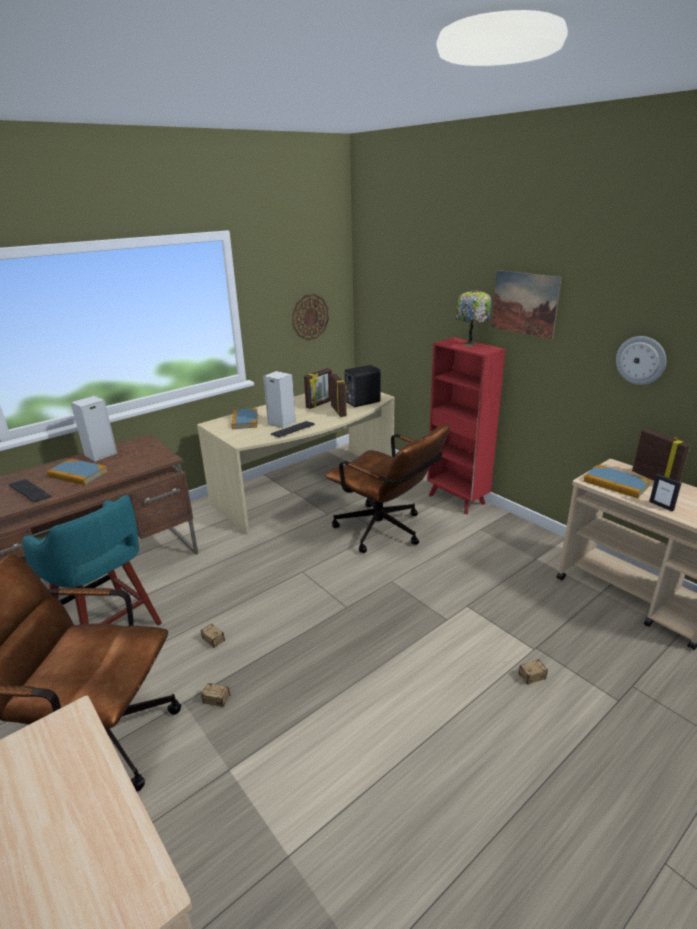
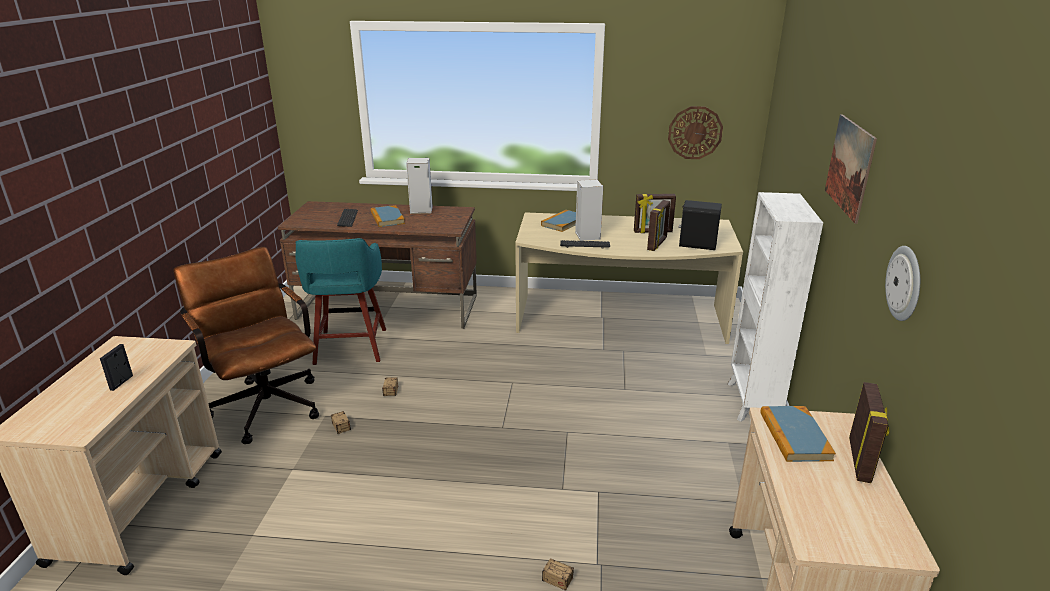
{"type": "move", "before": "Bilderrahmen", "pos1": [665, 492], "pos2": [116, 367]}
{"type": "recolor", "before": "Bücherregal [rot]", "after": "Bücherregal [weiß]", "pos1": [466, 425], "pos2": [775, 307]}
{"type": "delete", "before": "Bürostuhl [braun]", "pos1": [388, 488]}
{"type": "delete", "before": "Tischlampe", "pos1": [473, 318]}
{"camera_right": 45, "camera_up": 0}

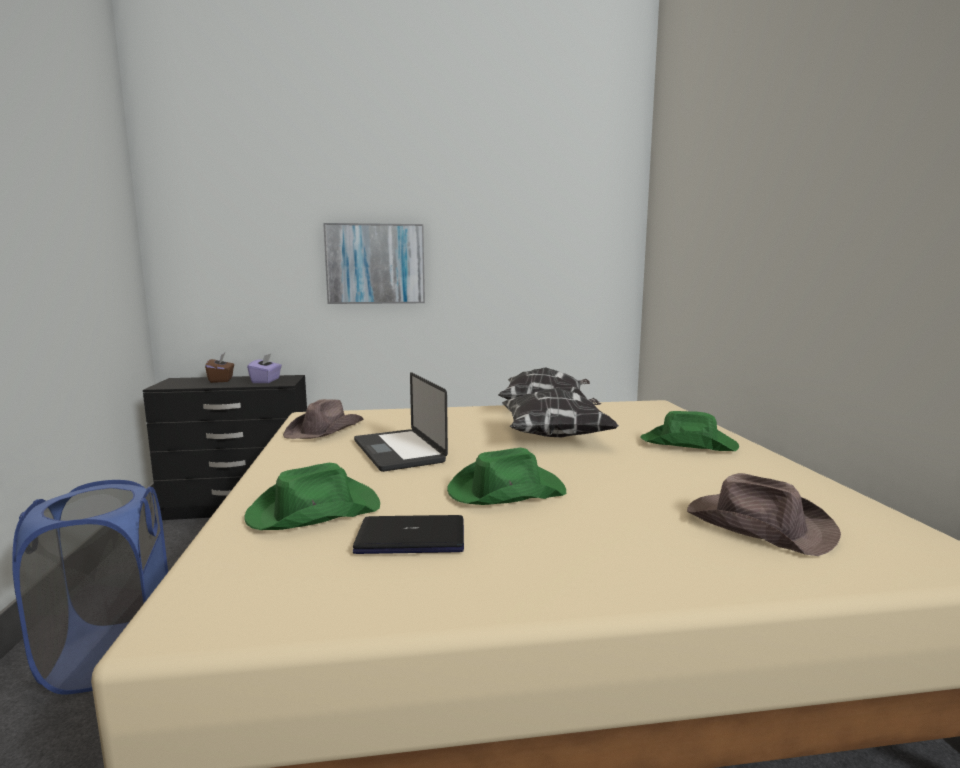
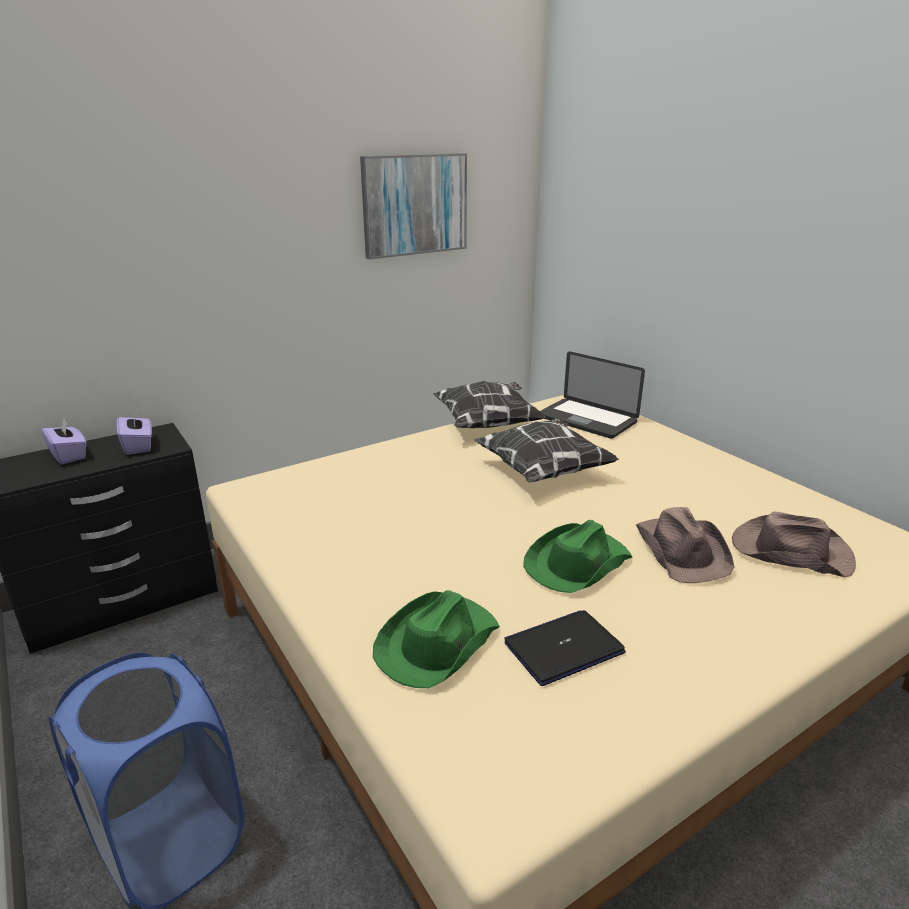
{"type": "recolor", "before": "Taschentuchbox [braun]", "after": "Taschentuchbox [lila]", "pos1": [219, 368], "pos2": [63, 441]}
{"type": "move", "before": "Bild", "pos1": [374, 263], "pos2": [413, 206]}
{"type": "move", "before": "Laptop", "pos1": [401, 422], "pos2": [592, 395]}
{"type": "move", "before": "Hut [braun]", "pos1": [323, 419], "pos2": [685, 545]}
{"type": "delete", "before": "Hut [grün]", "pos1": [689, 431]}
{"camera_right": -25, "camera_up": 15}

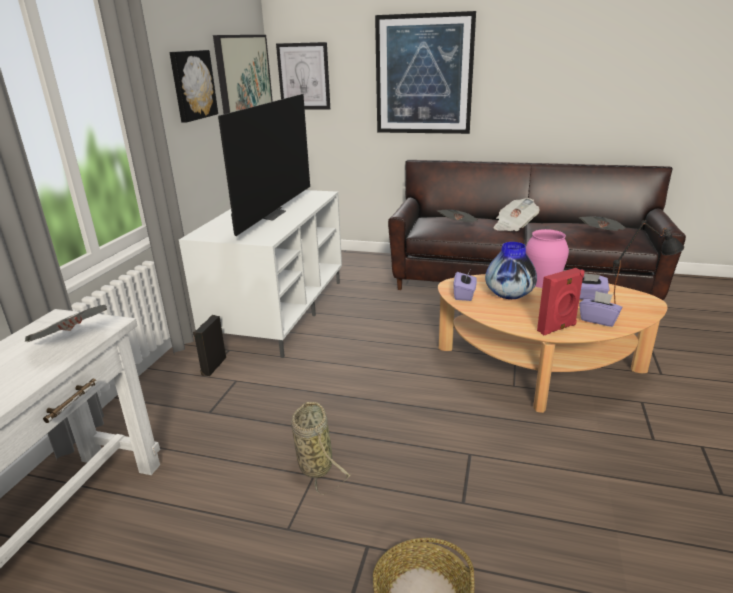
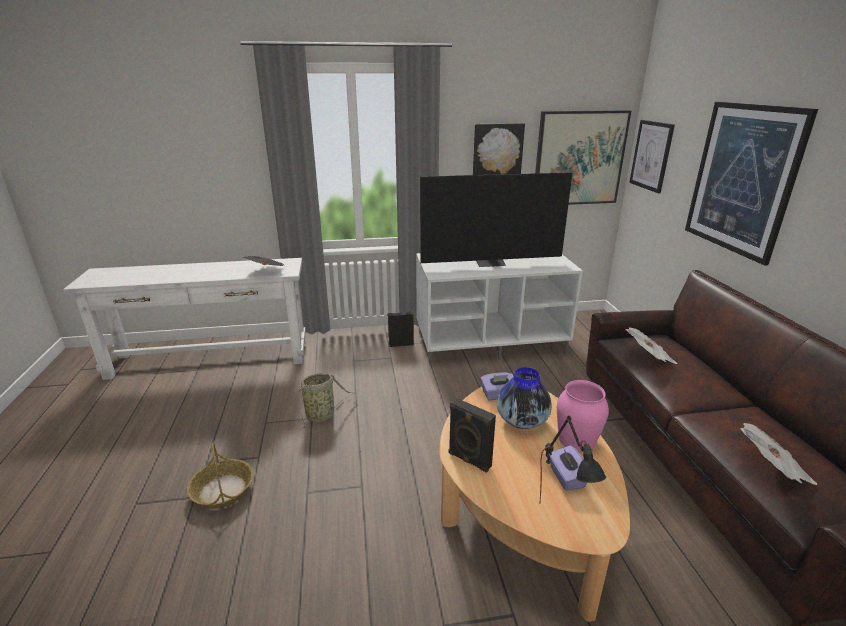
{"type": "recolor", "before": "Lautsprecher [rot]", "after": "Lautsprecher [schwarz]", "pos1": [560, 301], "pos2": [472, 435]}
{"type": "delete", "before": "Zeitung", "pos1": [516, 214]}
{"type": "delete", "before": "Taschentuchbox [lila]", "pos1": [600, 309]}
{"camera_right": 65, "camera_up": 0}

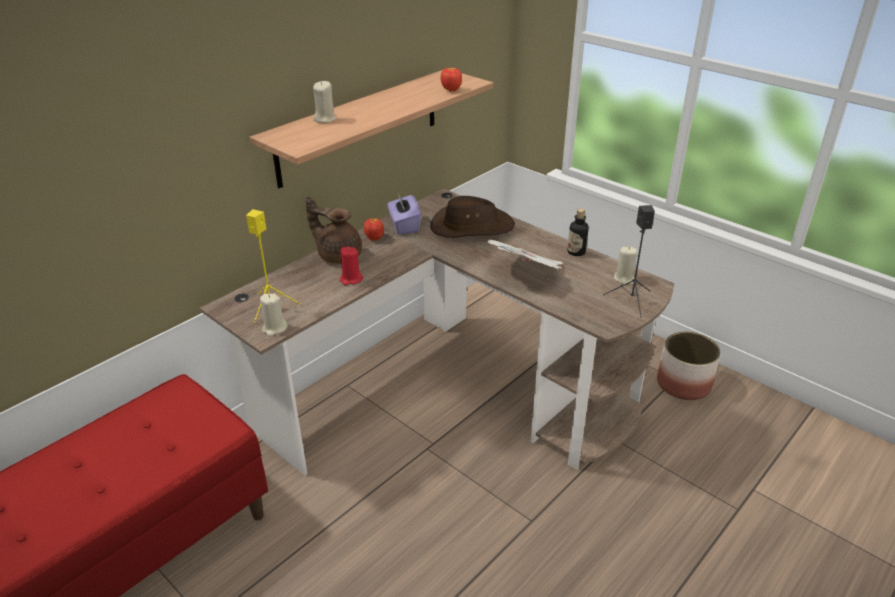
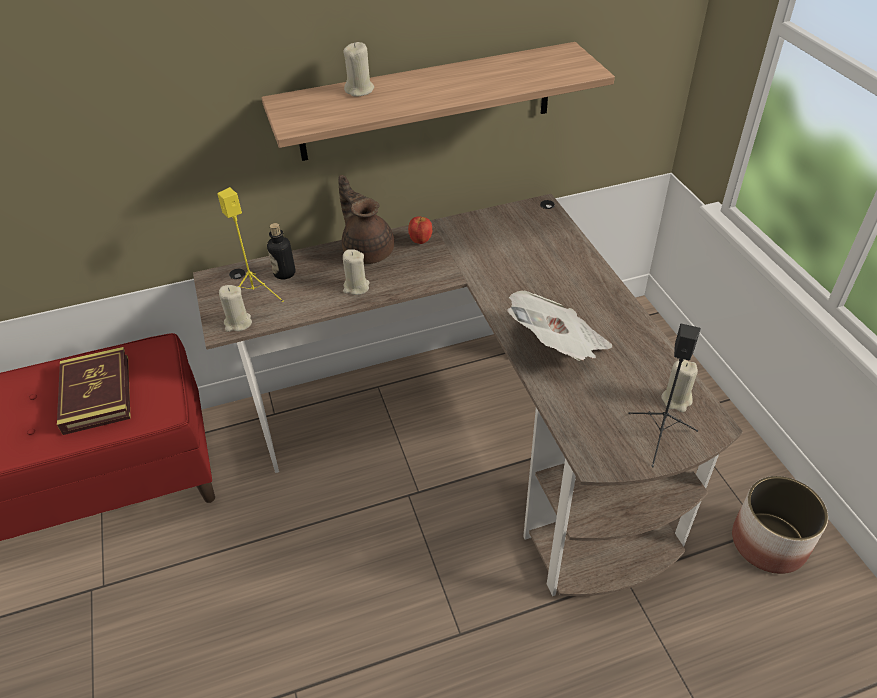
{"type": "insert", "after": "Buch", "pos2": [94, 391]}
{"type": "move", "before": "Flasche", "pos1": [578, 232], "pos2": [281, 251]}
{"type": "recolor", "before": "Kerze [rot]", "after": "Kerze [beige]", "pos1": [351, 266], "pos2": [356, 272]}
{"type": "delete", "before": "Taschentuchbox [lila]", "pos1": [404, 214]}
{"type": "delete", "before": "Hut [braun]", "pos1": [472, 217]}
{"type": "delete", "before": "Apfel", "pos1": [451, 80]}
{"camera_right": 30, "camera_up": 10}

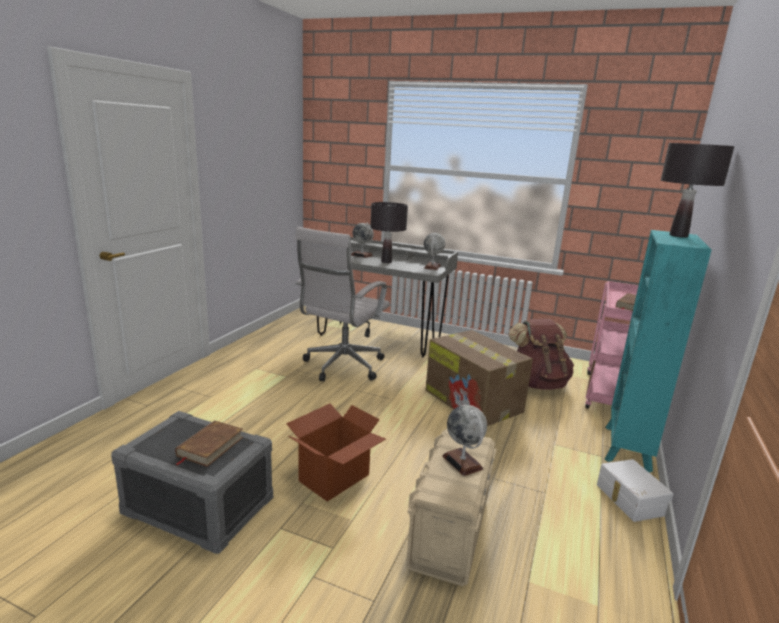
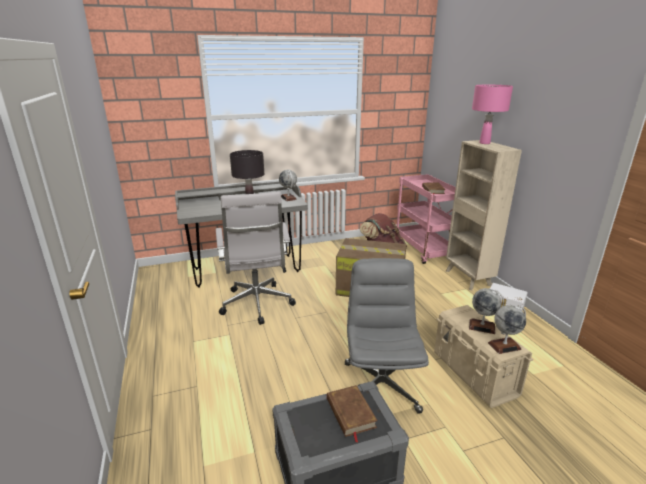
{"type": "replace", "before": "Karton", "after": "Bürostuhl [grau]", "pos1": [336, 452], "pos2": [387, 336]}
{"type": "recolor", "before": "Bücherregal [türkis]", "after": "Bücherregal [beige]", "pos1": [658, 351], "pos2": [484, 215]}
{"type": "recolor", "before": "Tischlampe [schwarz]", "after": "Tischlampe [rosa]", "pos1": [697, 190], "pos2": [492, 114]}
{"type": "move", "before": "Globus", "pos1": [362, 240], "pos2": [507, 329]}
{"camera_right": -40, "camera_up": 5}

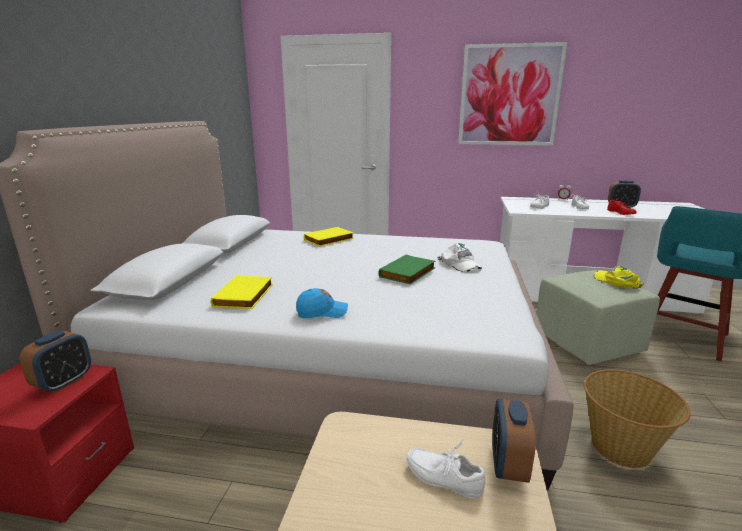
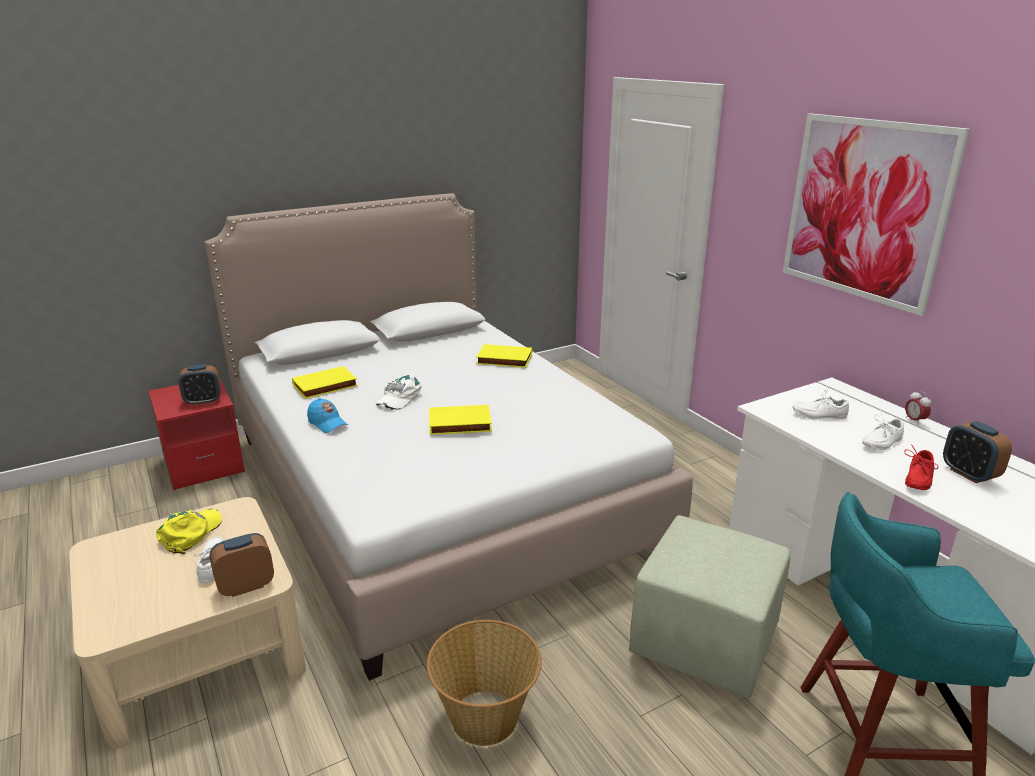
{"type": "move", "before": "Kappe [gelb]", "pos1": [618, 277], "pos2": [189, 531]}
{"type": "move", "before": "Kappe [weiß]", "pos1": [459, 257], "pos2": [399, 392]}
{"type": "recolor", "before": "Buch [grün]", "after": "Buch [gelb]", "pos1": [407, 269], "pos2": [460, 420]}
{"camera_right": 50, "camera_up": 5}

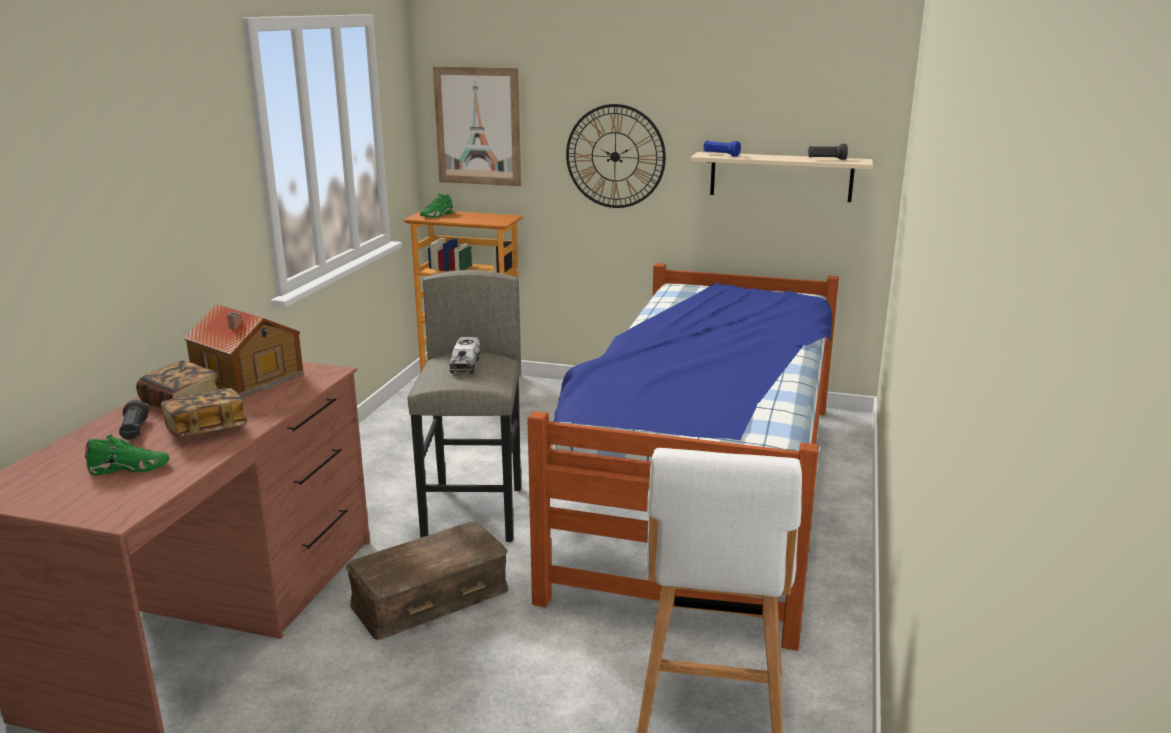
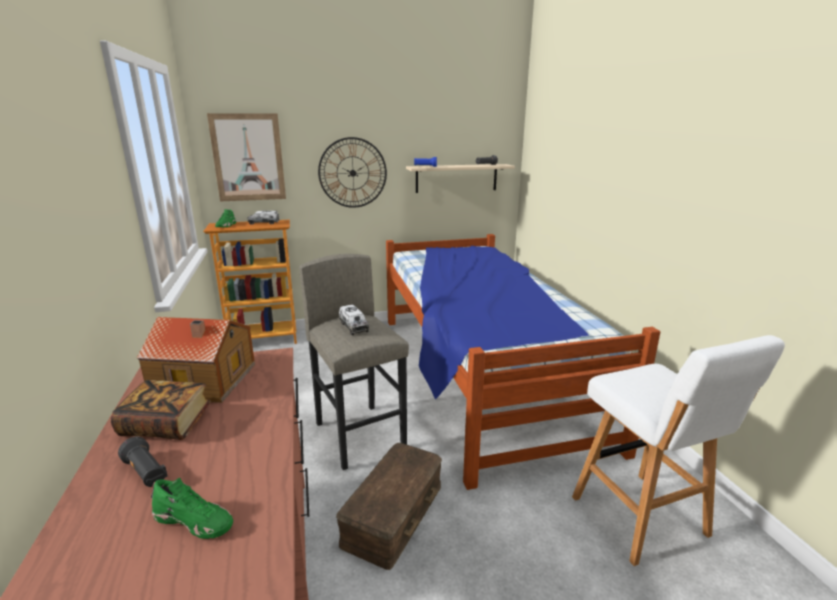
{"type": "rotate", "before": "Schuh [grün]", "pos1": [127, 454], "pos2": [192, 508], "turn": 60}
{"type": "insert", "after": "Spielzeuglaster", "pos2": [263, 218]}
{"type": "delete", "before": "Buch", "pos1": [204, 412]}
{"camera_right": -30, "camera_up": 0}

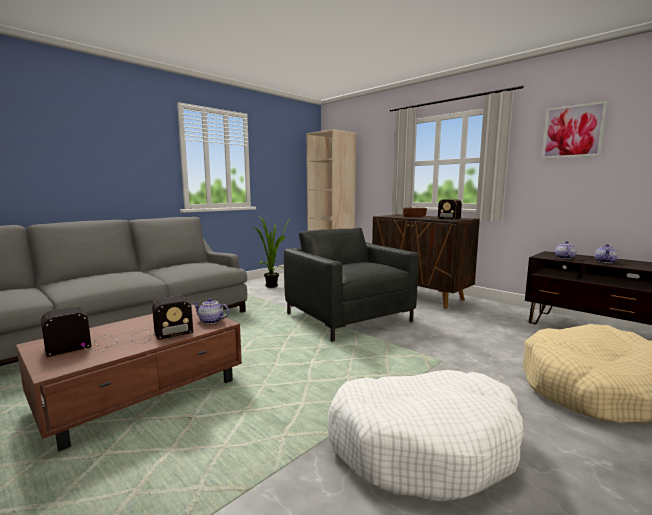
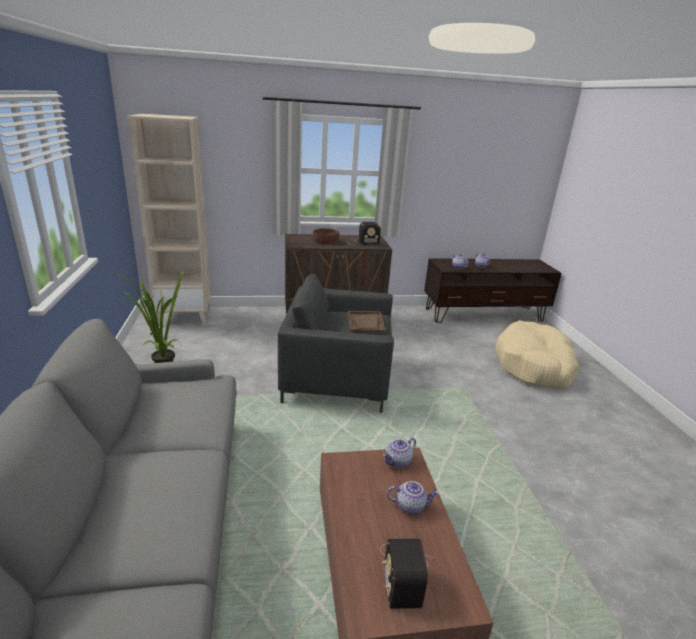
{"type": "insert", "after": "Tablett [braun]", "pos2": [367, 322]}
{"type": "replace", "before": "Radio", "after": "Teekanne", "pos1": [162, 320], "pos2": [413, 497]}
{"type": "delete", "before": "Hundebett [weiß]", "pos1": [426, 436]}
{"type": "delete", "before": "Bild", "pos1": [574, 130]}
{"camera_right": -55, "camera_up": 15}

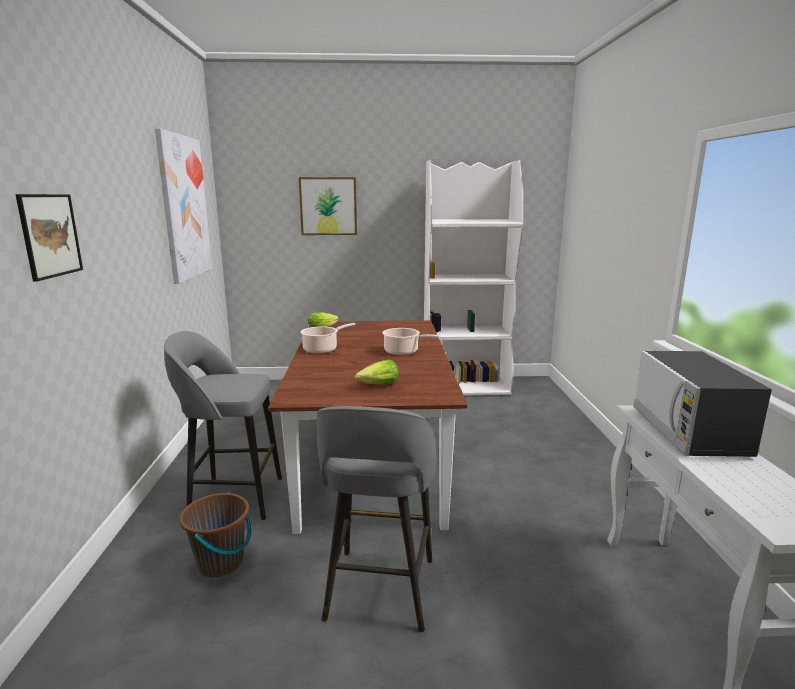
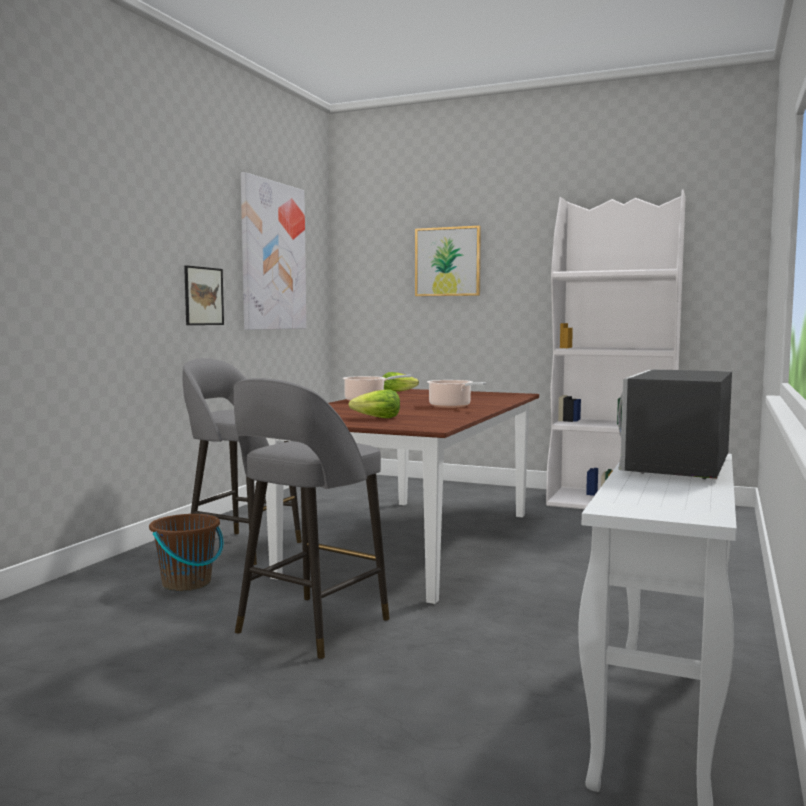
{"type": "move", "before": "Bild", "pos1": [49, 238], "pos2": [204, 295]}
{"camera_right": 25, "camera_up": -10}

